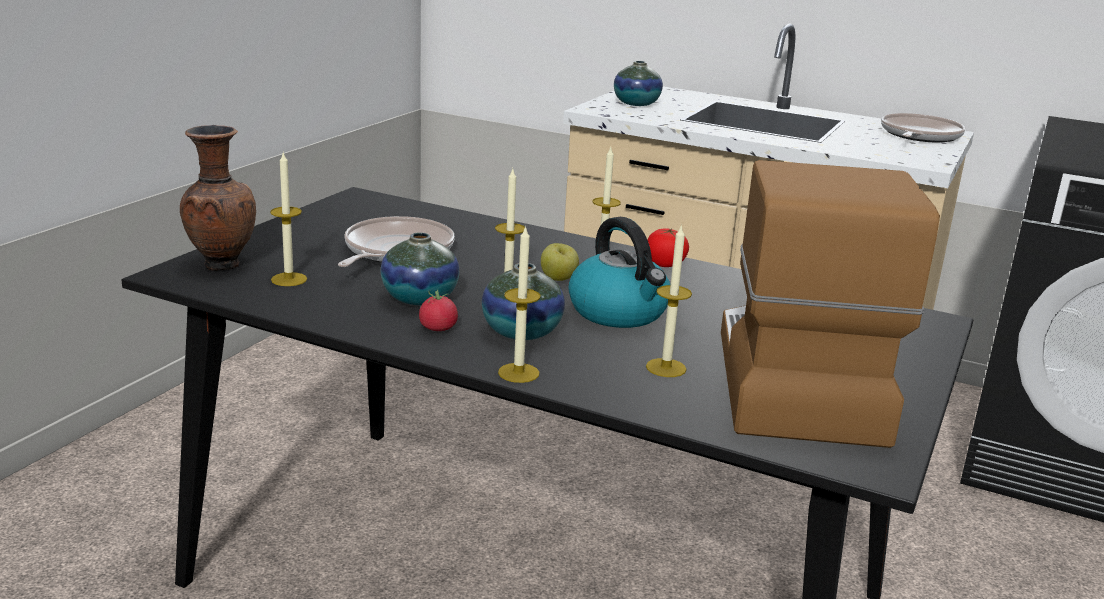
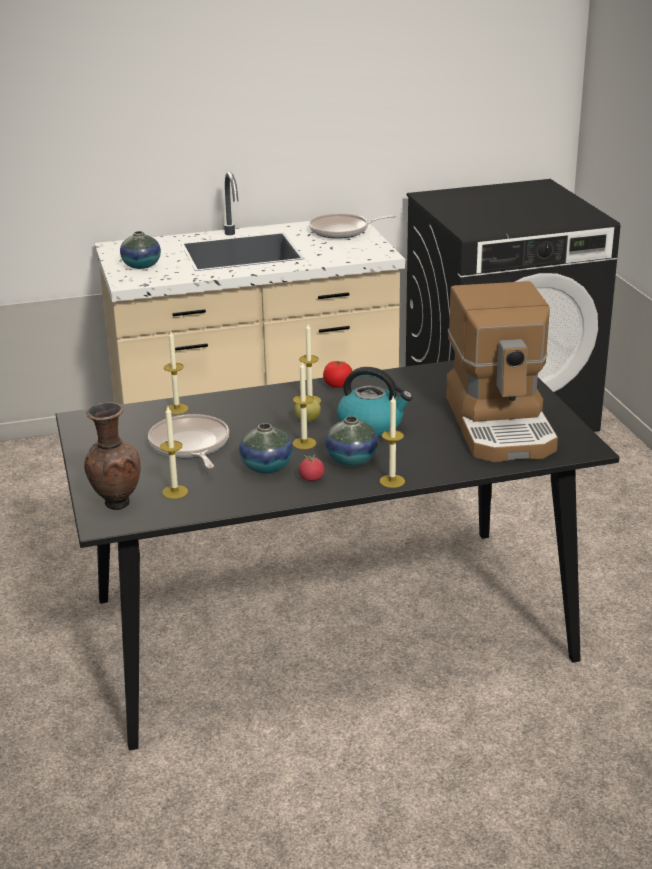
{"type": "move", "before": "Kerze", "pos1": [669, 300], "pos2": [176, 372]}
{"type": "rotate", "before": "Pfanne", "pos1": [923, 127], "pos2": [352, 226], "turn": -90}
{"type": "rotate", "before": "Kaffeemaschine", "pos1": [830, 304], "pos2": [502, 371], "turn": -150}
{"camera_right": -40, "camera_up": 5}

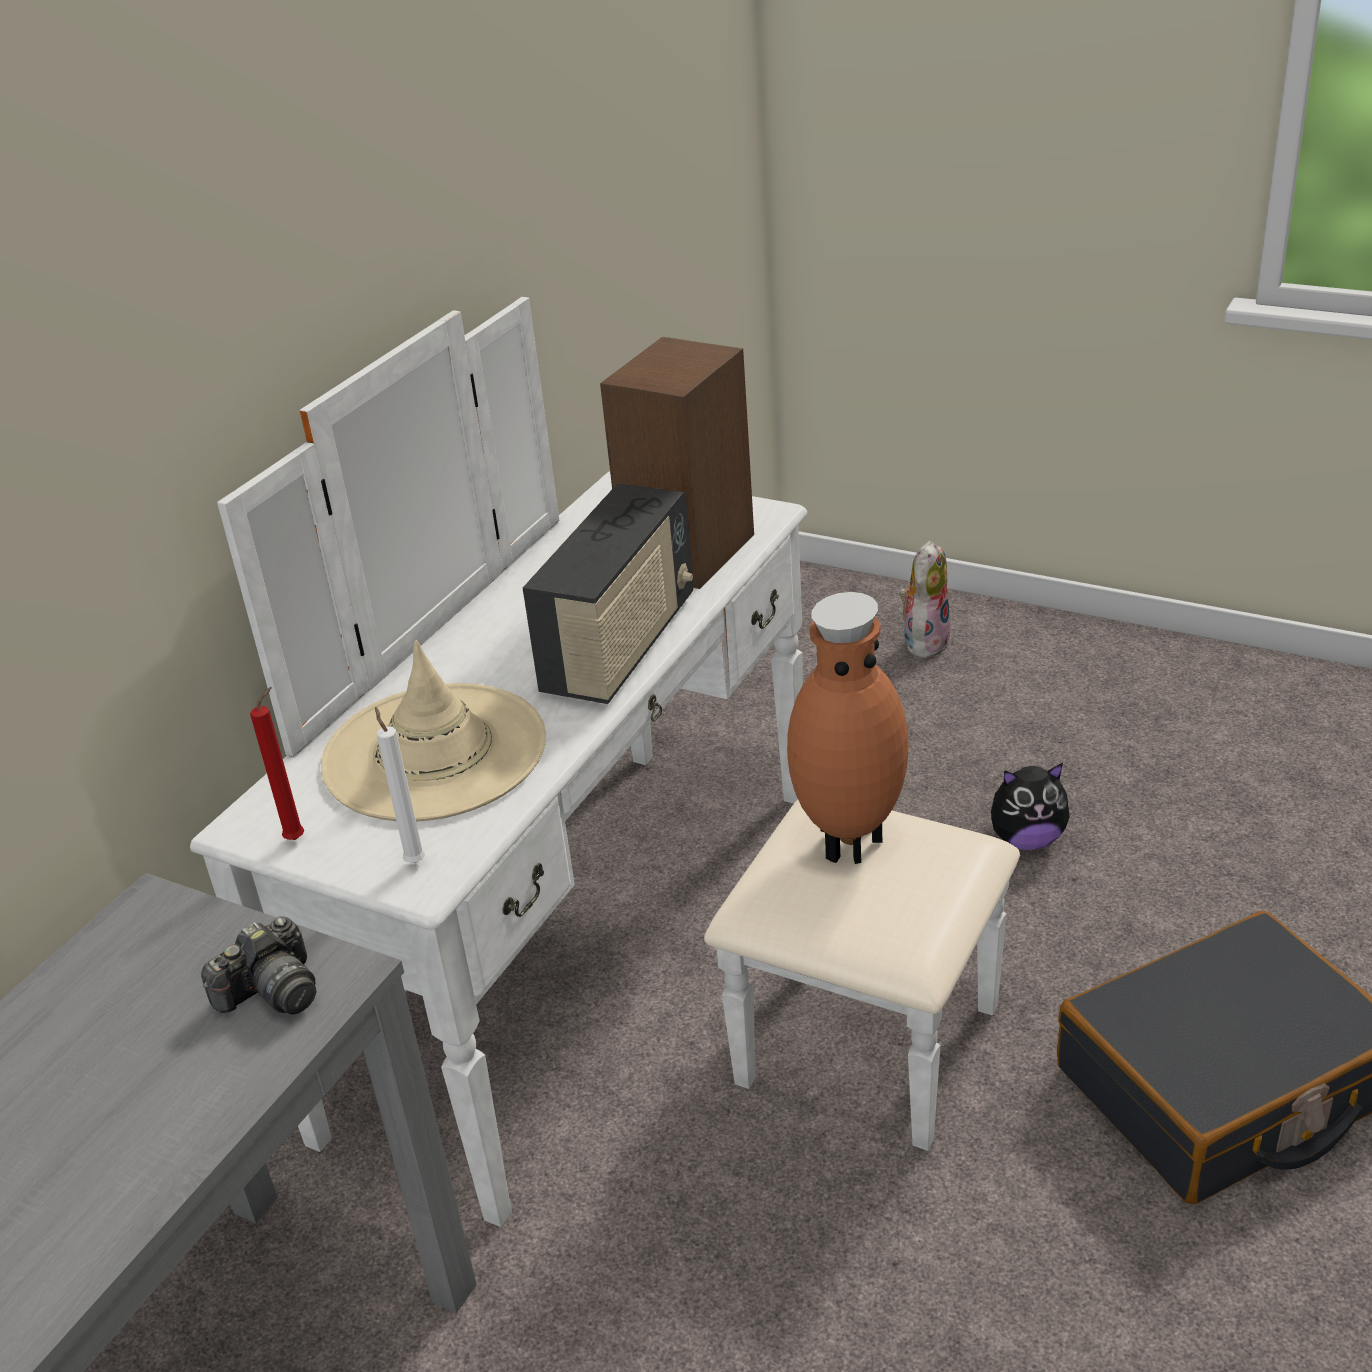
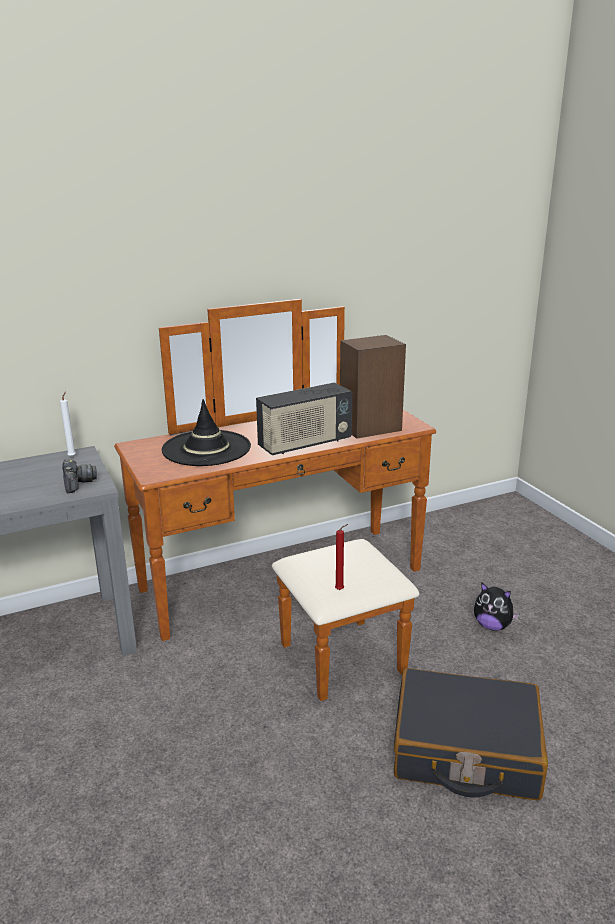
{"type": "move", "before": "Kerze [weiß]", "pos1": [400, 785], "pos2": [68, 424]}
{"type": "rotate", "before": "Kamera", "pos1": [259, 965], "pos2": [79, 476], "turn": -105}
{"type": "recolor", "before": "Kommode [weiß]", "after": "Kommode [braun]", "pos1": [605, 762], "pos2": [275, 500]}
{"type": "recolor", "before": "Hut [beige]", "after": "Hut [schwarz]", "pos1": [433, 730], "pos2": [206, 432]}
{"type": "move", "before": "Kerze [rot]", "pos1": [277, 763], "pos2": [341, 557]}
{"type": "delete", "before": "Vase [braun]", "pos1": [848, 728]}
{"type": "delete", "before": "Plüschtier", "pos1": [925, 599]}
{"camera_right": 35, "camera_up": -10}

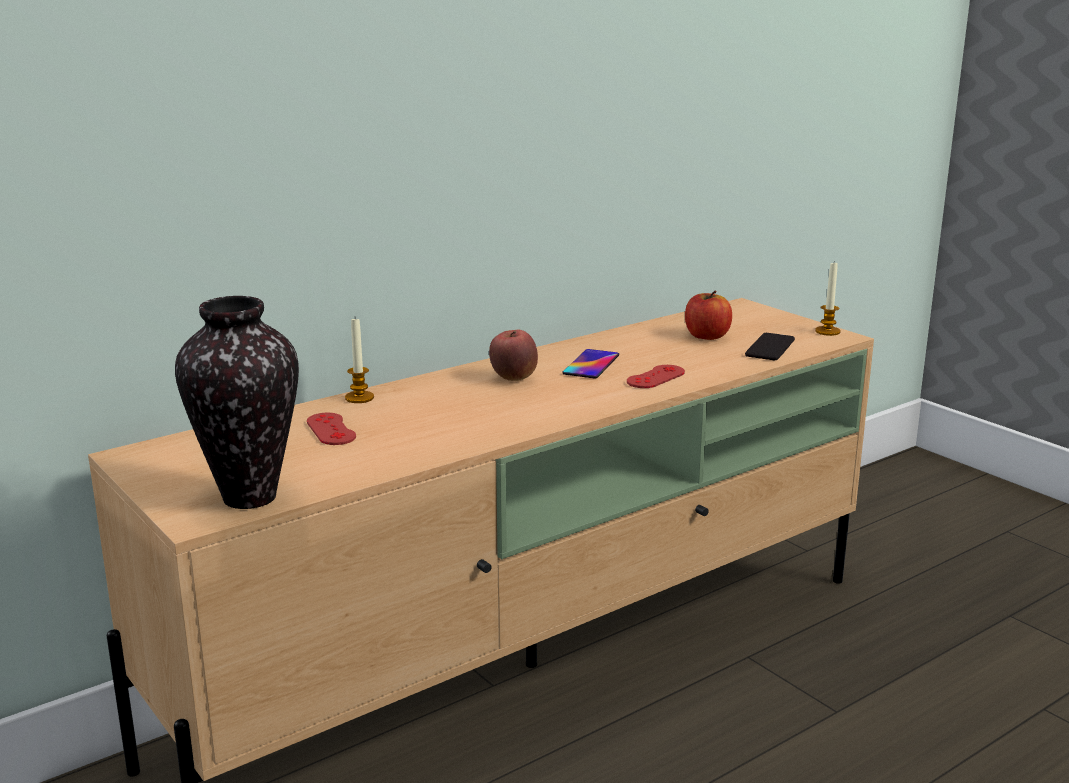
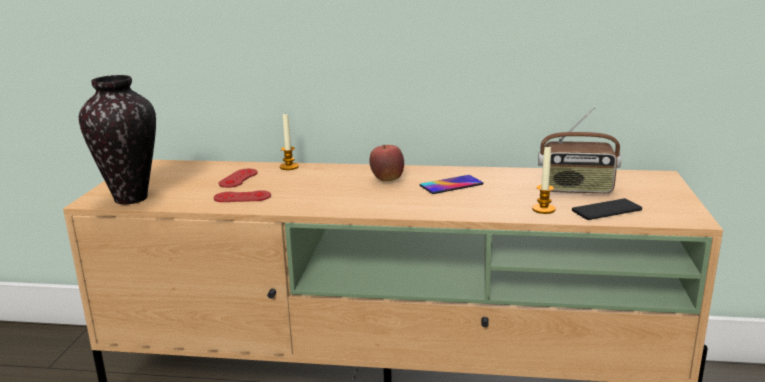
{"type": "move", "before": "Gamepad [rot]", "pos1": [656, 376], "pos2": [242, 196]}
{"type": "move", "before": "Kerze", "pos1": [828, 299], "pos2": [544, 180]}
{"type": "replace", "before": "Apfel", "after": "Radio", "pos1": [708, 315], "pos2": [579, 150]}
{"camera_right": 45, "camera_up": 0}

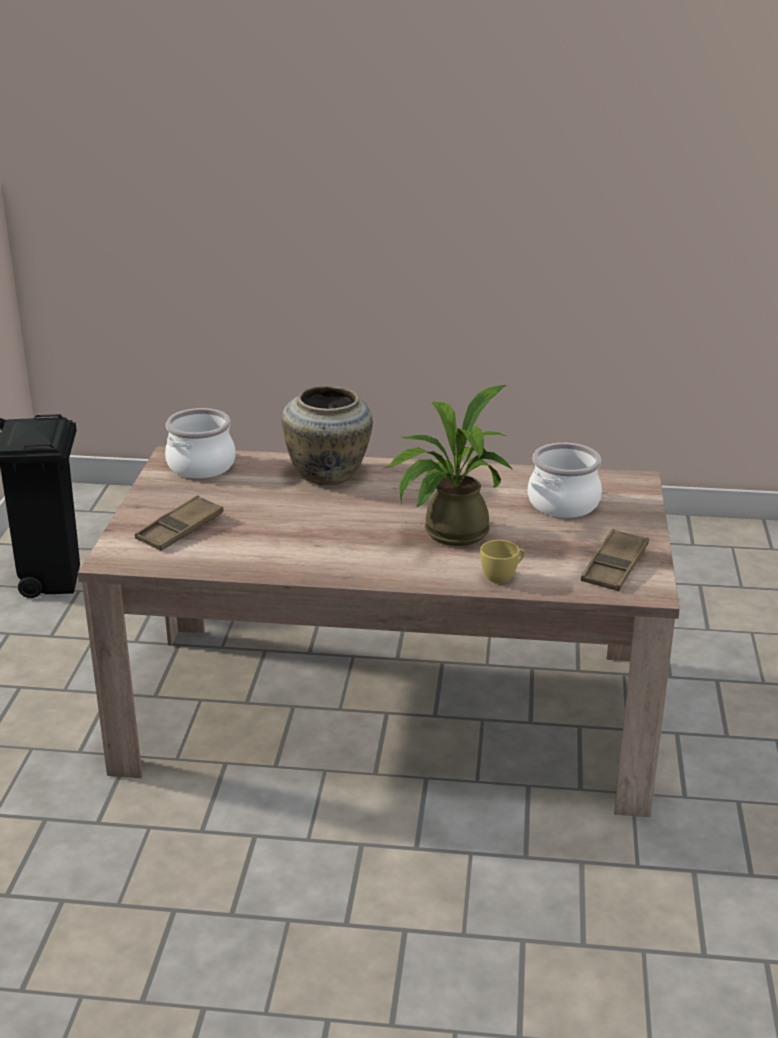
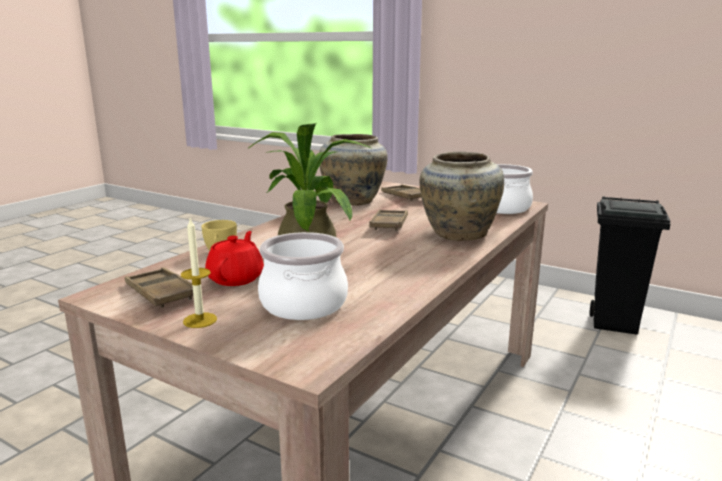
{"type": "insert", "after": "Kerze", "pos2": [199, 273]}
{"type": "insert", "after": "Teekanne [rot]", "pos2": [234, 258]}
{"type": "insert", "after": "Vase [beige]", "pos2": [353, 169]}
{"type": "insert", "after": "Tablett [braun]", "pos2": [388, 220]}
{"camera_right": 115, "camera_up": -10}

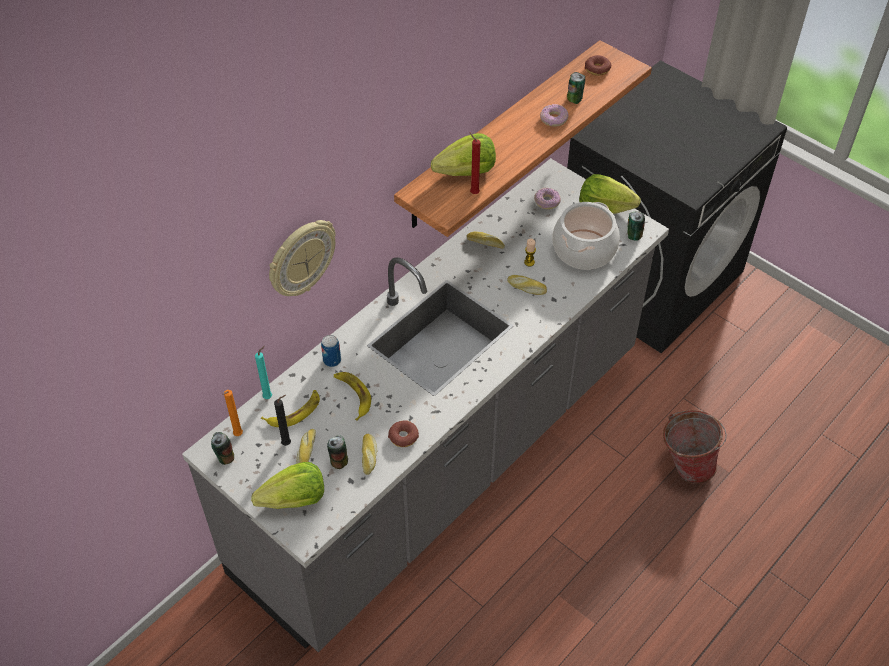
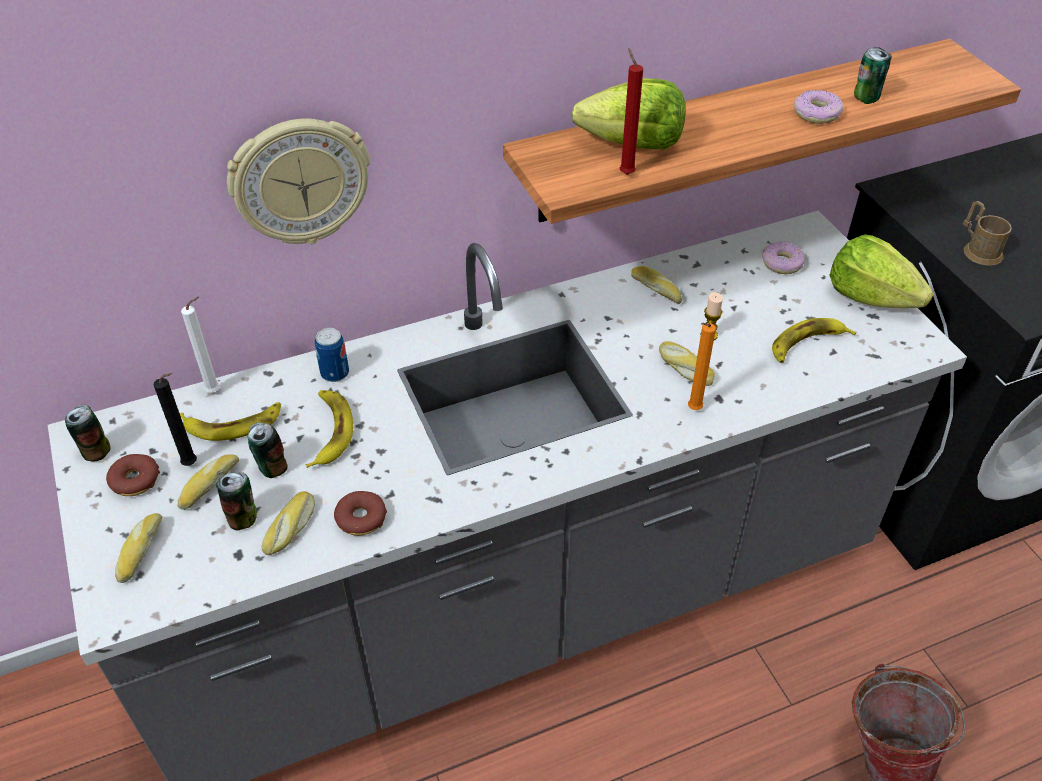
{"type": "move", "before": "Donut", "pos1": [598, 65], "pos2": [133, 475]}
{"type": "replace", "before": "Salatkopf", "after": "Brot", "pos1": [287, 485], "pos2": [138, 548]}
{"type": "recolor", "before": "Kerze [türkis]", "after": "Kerze [weiß]", "pos1": [263, 372], "pos2": [200, 344]}
{"type": "move", "before": "Dose", "pos1": [636, 226], "pos2": [268, 450]}
{"type": "move", "before": "Kerze [orange]", "pos1": [232, 413], "pos2": [702, 366]}
{"type": "replace", "before": "Kochtopf", "after": "Banane", "pos1": [586, 236], "pos2": [814, 340]}
{"type": "insert", "after": "Henkelbecher [braun]", "pos2": [987, 233]}
{"camera_right": 25, "camera_up": -5}

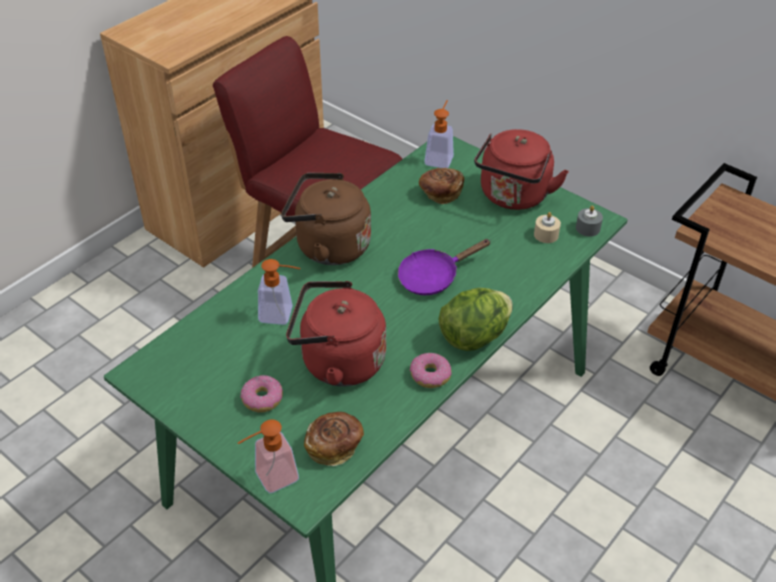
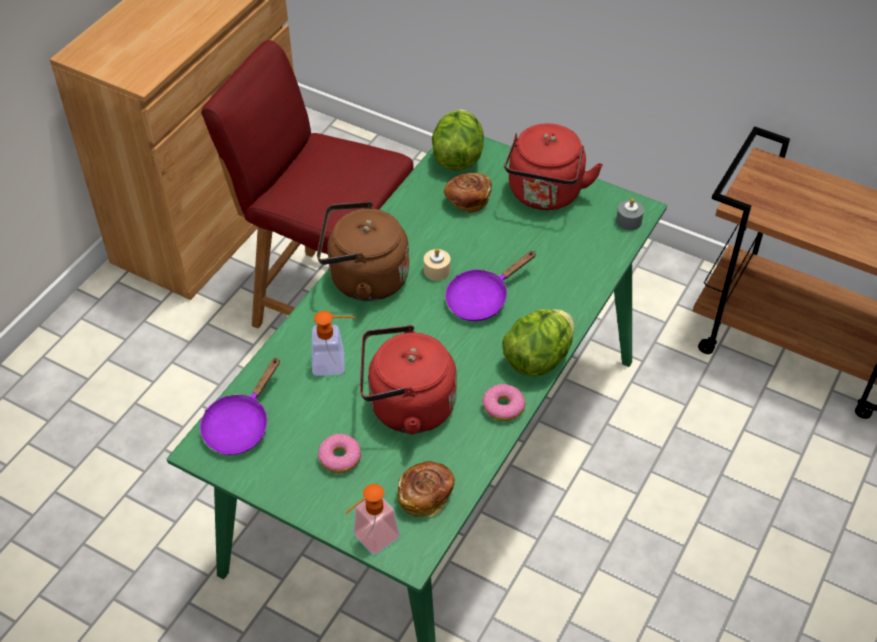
{"type": "insert", "after": "Pfanne [lila]", "pos2": [240, 406]}
{"type": "move", "before": "Kerze [beige]", "pos1": [547, 227], "pos2": [437, 264]}
{"type": "replace", "before": "Seifenspender", "after": "Salatkopf", "pos1": [439, 134], "pos2": [458, 140]}
{"camera_right": -10, "camera_up": 5}

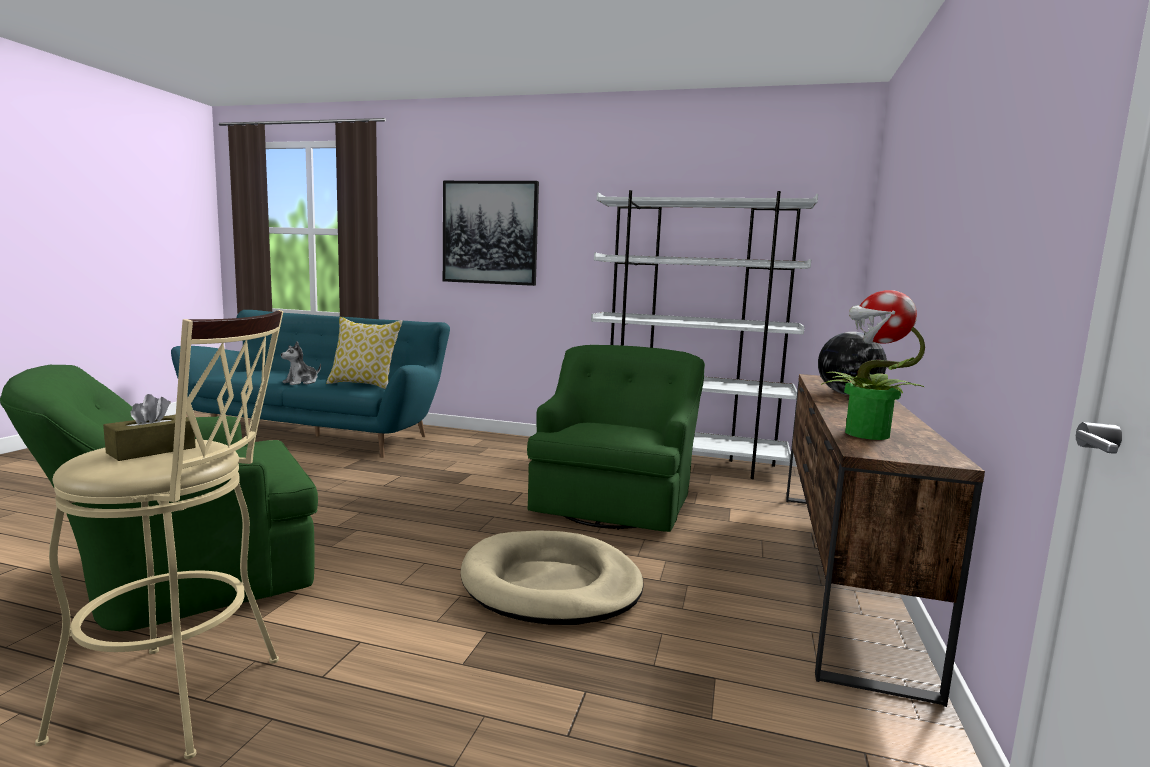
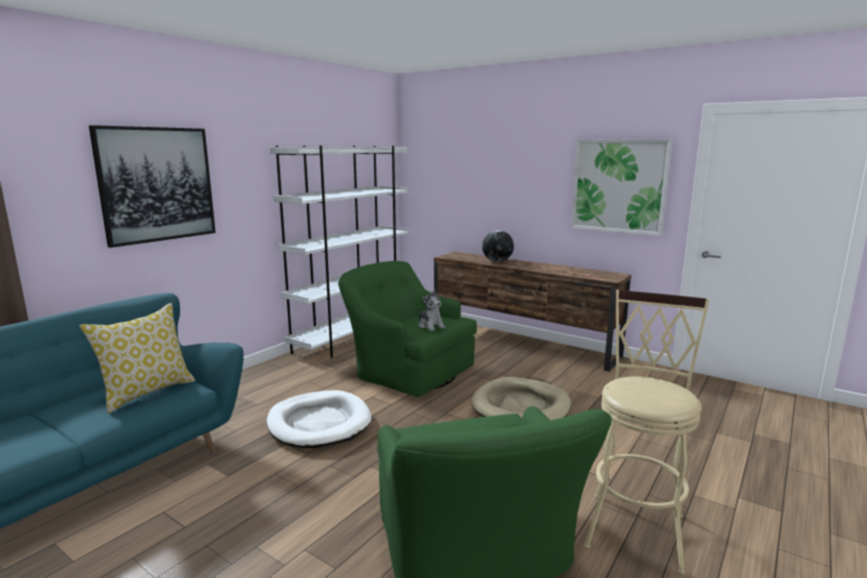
{"type": "insert", "after": "Hundebett [weiß]", "pos2": [319, 419]}
{"type": "move", "before": "Plüschtier", "pos1": [301, 363], "pos2": [431, 310]}
{"type": "insert", "after": "Bild", "pos2": [621, 187]}
{"type": "delete", "before": "Taschentuchbox [braun]", "pos1": [149, 427]}
{"type": "delete", "before": "Topfpflanze", "pos1": [873, 365]}
{"camera_right": -70, "camera_up": 5}

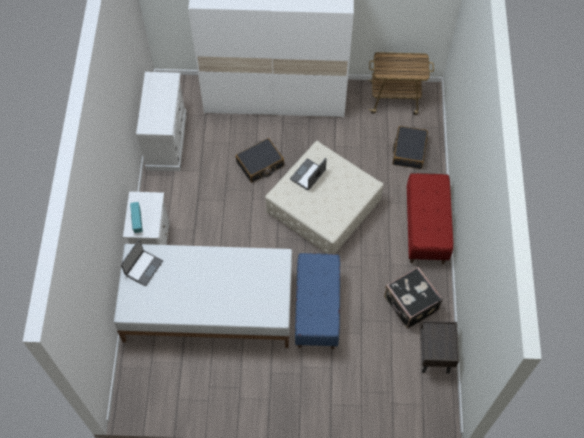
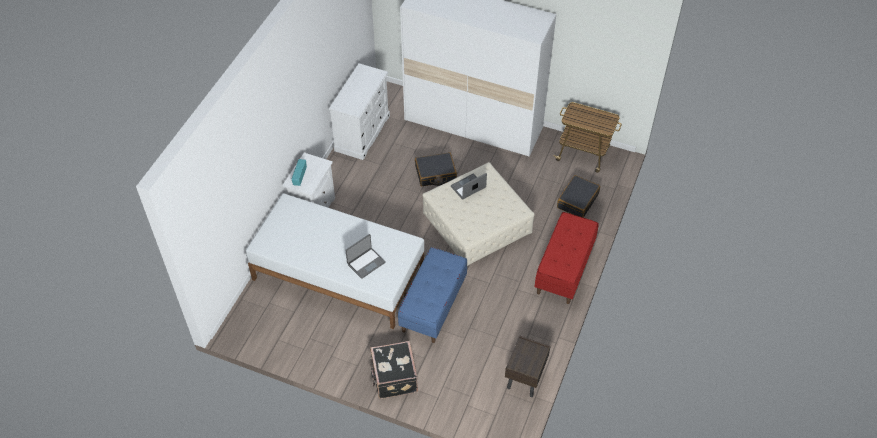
{"type": "move", "before": "Laptop", "pos1": [142, 262], "pos2": [365, 256]}
{"type": "move", "before": "Koffer [schwarz]", "pos1": [413, 298], "pos2": [394, 370]}
{"camera_right": 20, "camera_up": -10}

